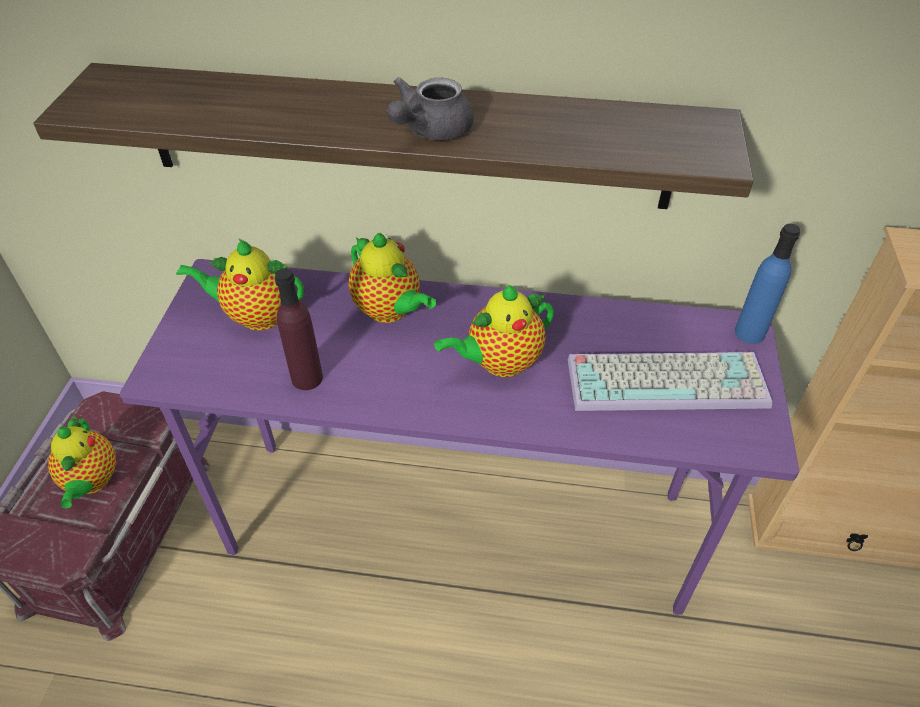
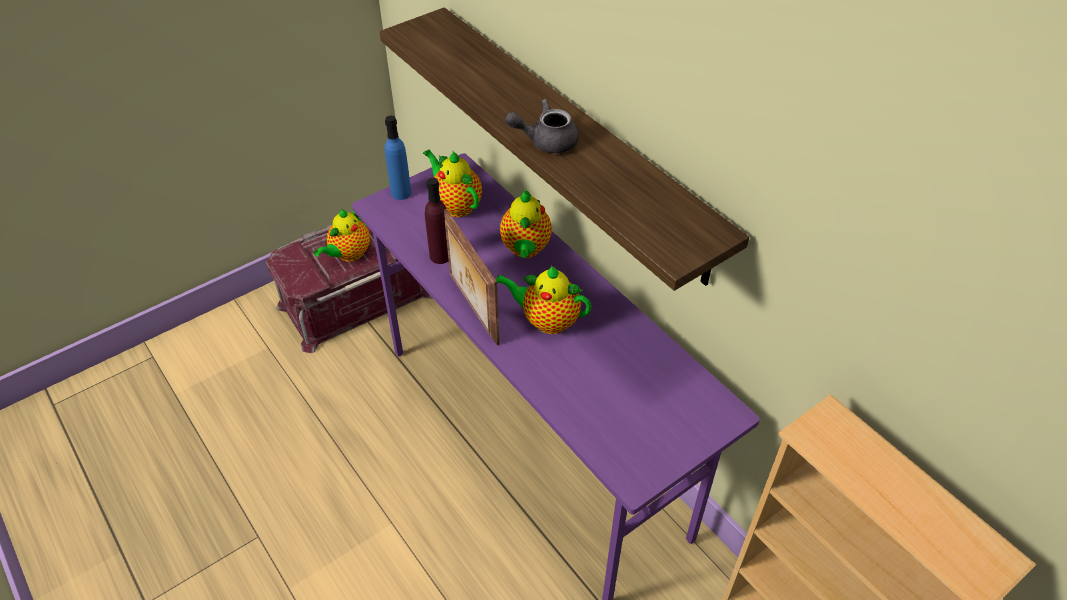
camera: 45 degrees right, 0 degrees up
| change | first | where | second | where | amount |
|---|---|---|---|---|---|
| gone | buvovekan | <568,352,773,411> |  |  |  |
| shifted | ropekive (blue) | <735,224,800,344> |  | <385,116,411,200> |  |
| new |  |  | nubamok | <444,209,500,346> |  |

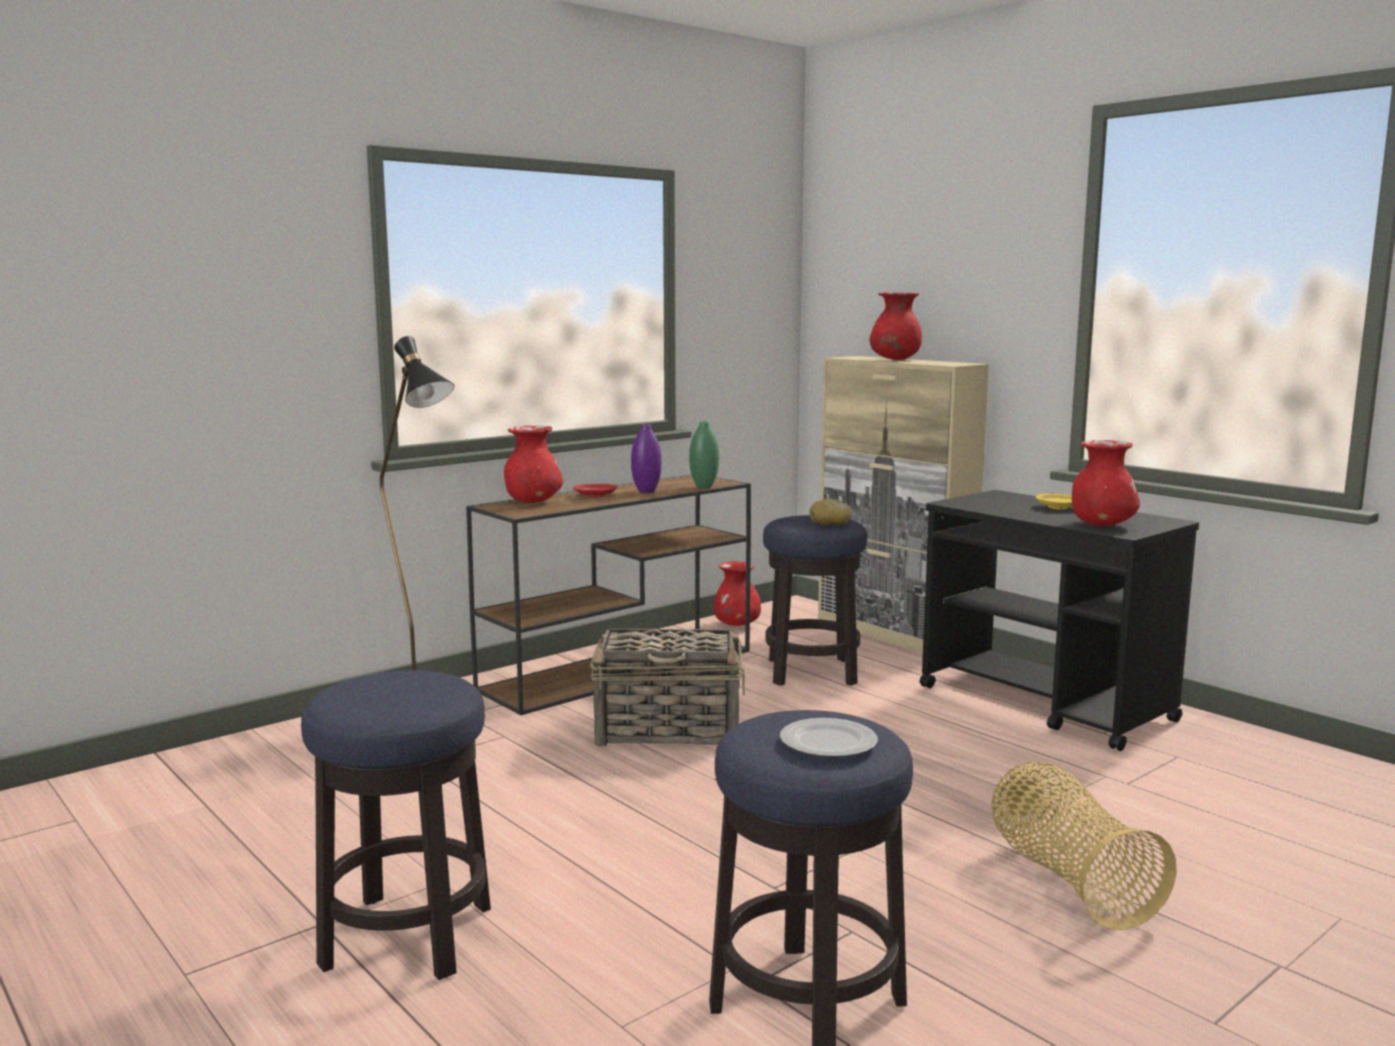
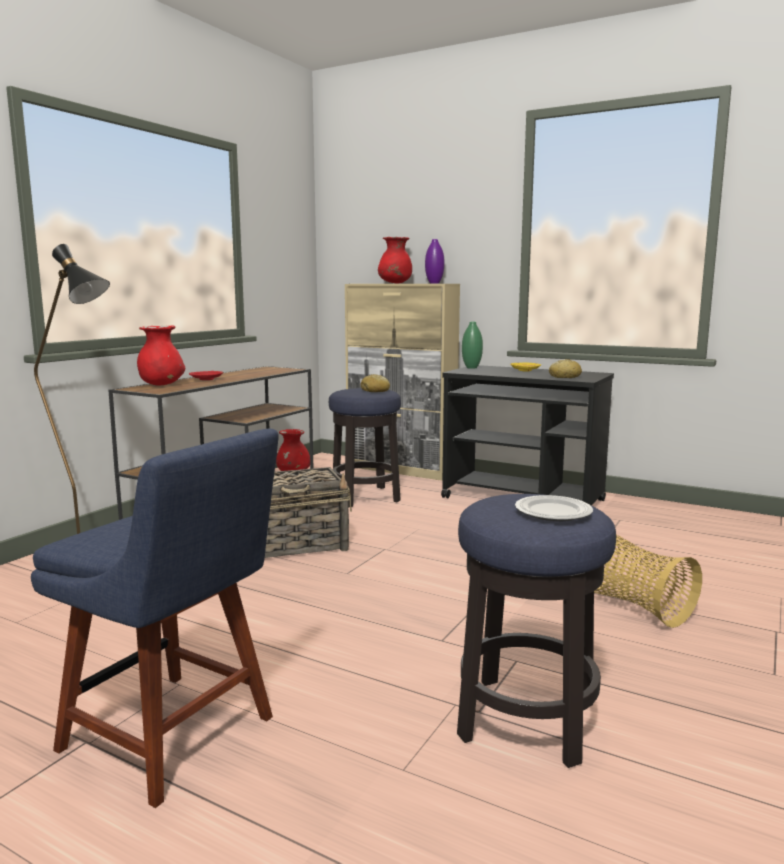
camera: 20 degrees left, 0 degrees up
| change | first | where | second | where | amount |
|---|---|---|---|---|---|
| swapped | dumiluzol | <301,670,491,980> | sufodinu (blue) | <31,429,279,808> |  |
| shifted | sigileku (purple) | <631,424,662,493> |  | <425,239,444,283> |  |
| shifted | sigileku (green) | <689,421,719,488> |  | <462,322,483,369> |  |
| swapped | sigileku (red) | <1072,440,1140,526> | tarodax | <549,359,582,378> |  |

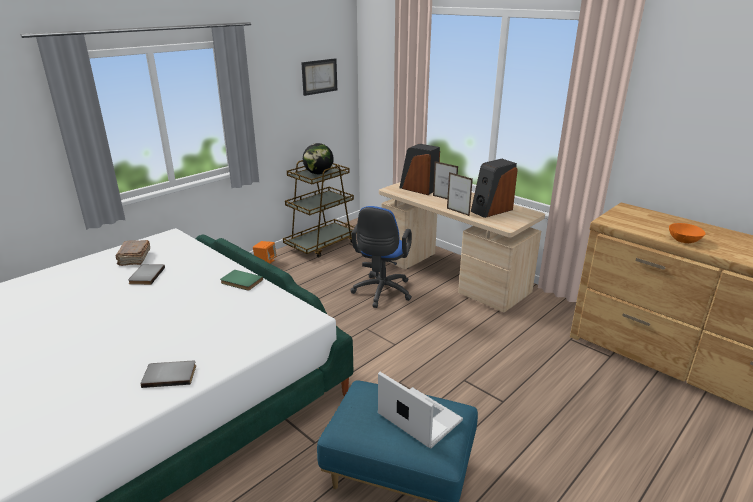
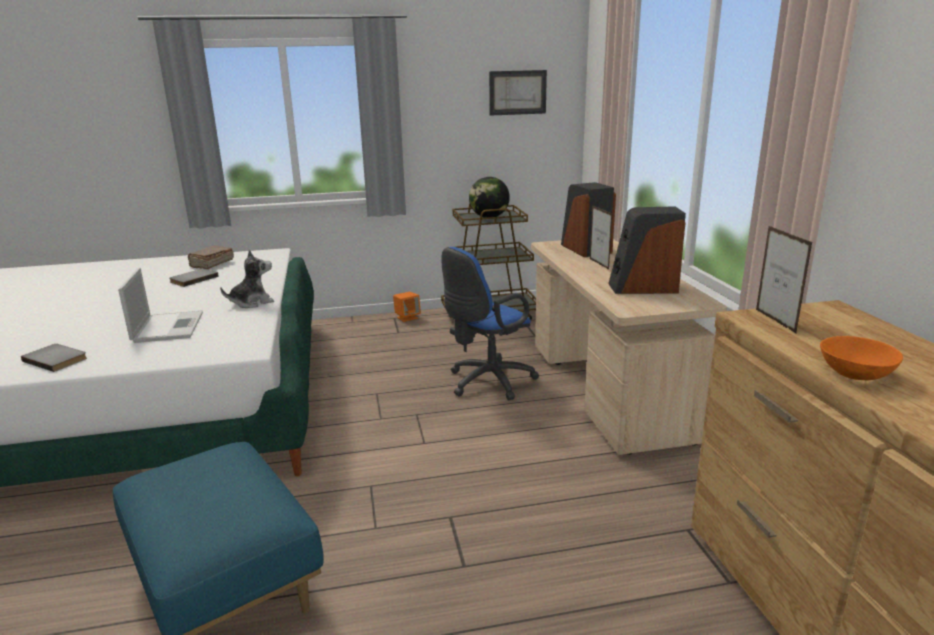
camera: 35 degrees right, 5 degrees down
| change | first | where | second | where | amount |
|---|---|---|---|---|---|
| swapped | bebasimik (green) | <220,270,263,291> | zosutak | <220,249,274,308> |  |
| shifted | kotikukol | <378,372,463,448> |  | <118,268,203,343> |  |
| shifted | nubamok | <447,172,473,216> |  | <756,226,813,334> |  |

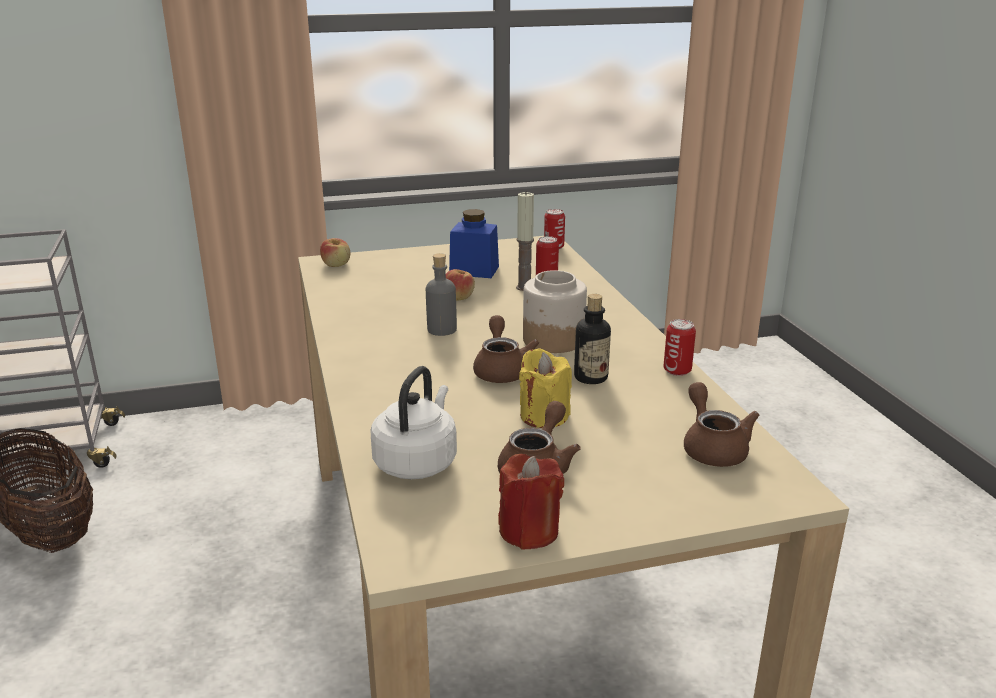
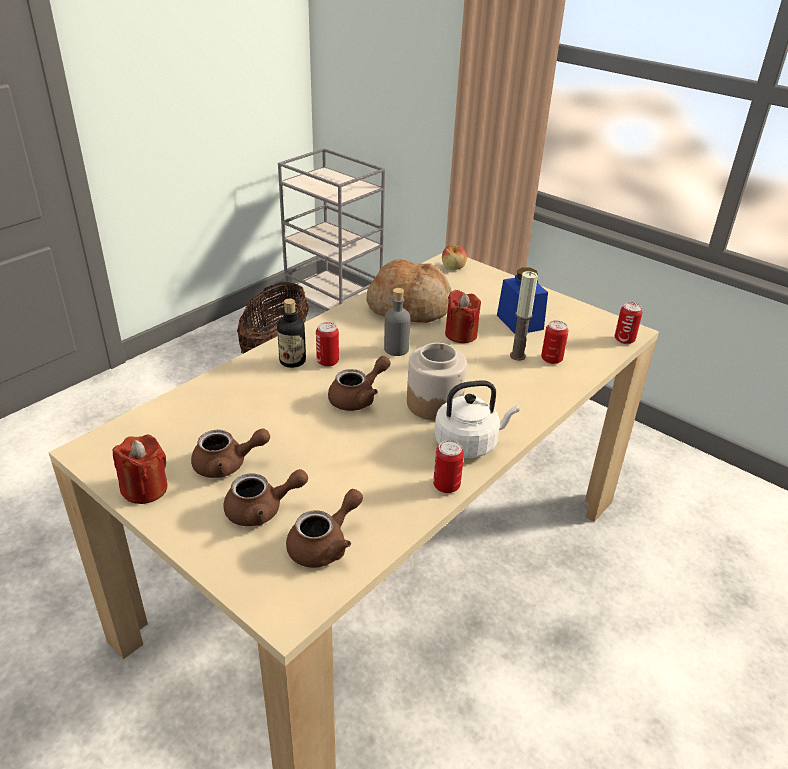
camera: 55 degrees right, 10 degrees up
| change | first | where | second | where | amount |
|---|---|---|---|---|---|
| shifted | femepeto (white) | <371,366,457,479> |  | <434,380,520,458> |  |
| swapped | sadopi | <446,269,475,300> | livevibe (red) | <445,290,481,343> |  |
| gone | livevibe (yellow) | <519,348,572,428> |  |  |  |
| shifted | ropekive | <574,294,611,384> |  | <277,299,306,368> |  |
| new |  |  | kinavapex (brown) | <224,469,308,526> |  |
| new |  |  | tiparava | <316,322,339,367> |  |
| new |  |  | tarodax | <367,259,452,323> |  |

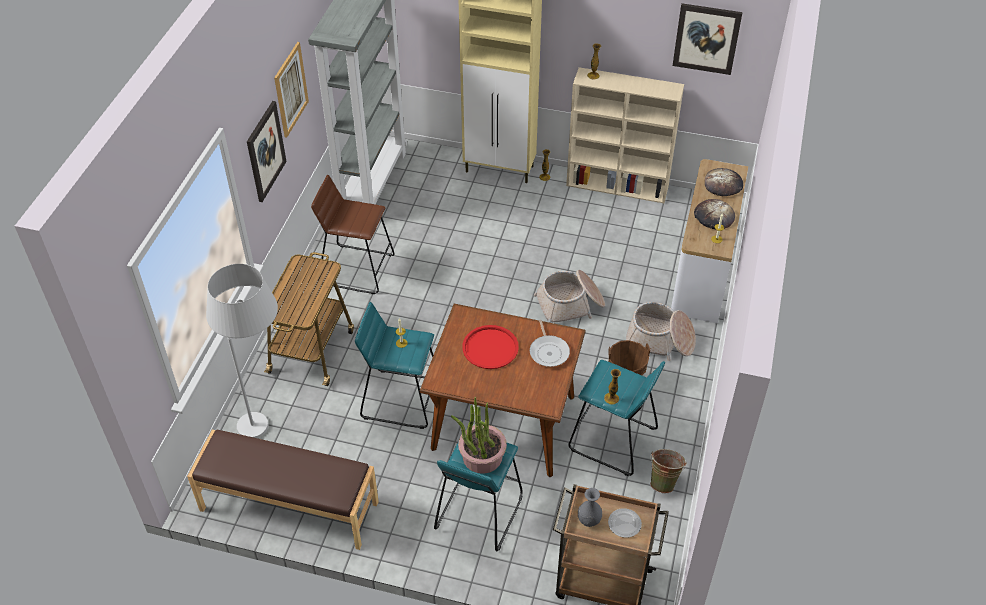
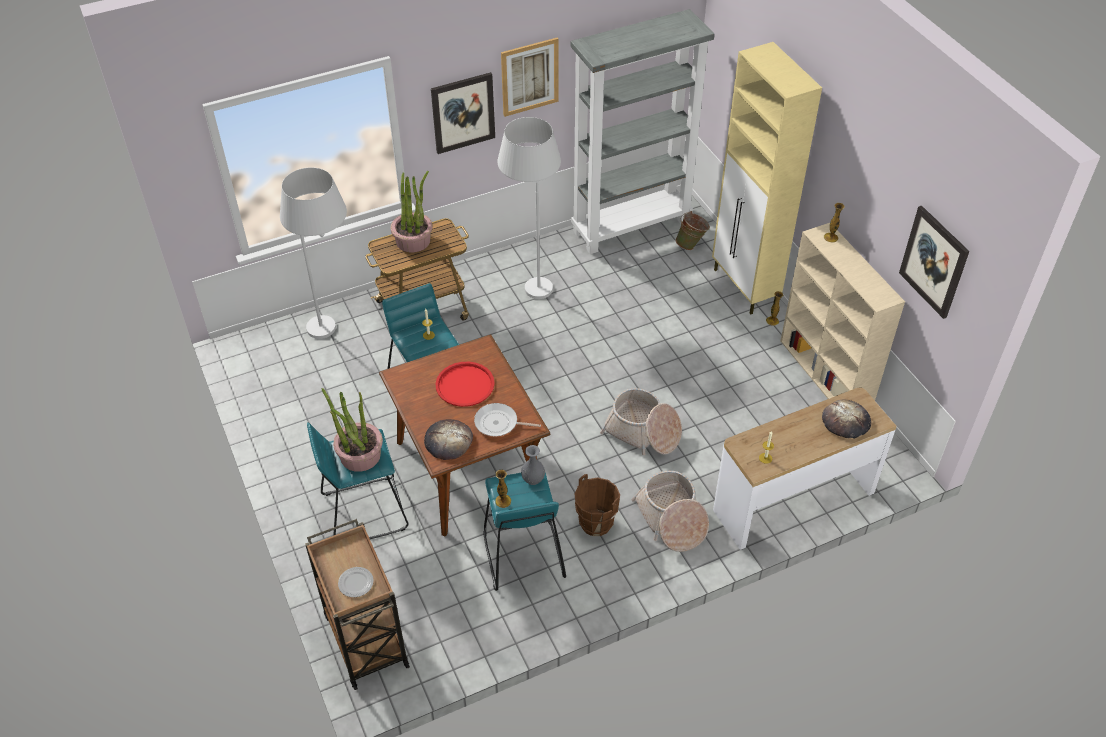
camera: 50 degrees right, 0 degrees up
| change | first | where | second | where | amount |
|---|---|---|---|---|---|
| gone | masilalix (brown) | <187,430,379,550> |  |  |  |
| swapped | dumiluzol (brown) | <311,175,395,294> | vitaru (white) | <498,117,561,299> |  |
| rotated | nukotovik | <530,320,570,367> |  | <474,403,541,436> | 60 degrees clockwise |
| shifted | sigileku (grey) | <578,488,602,527> |  | <521,445,545,485> |  |
| shifted | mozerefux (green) | <650,449,687,493> |  | <675,211,710,250> |  |
| shifted | tarodax | <694,199,735,229> |  | <424,419,473,460> |  |
| new |  |  | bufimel | <391,171,433,252> |  |

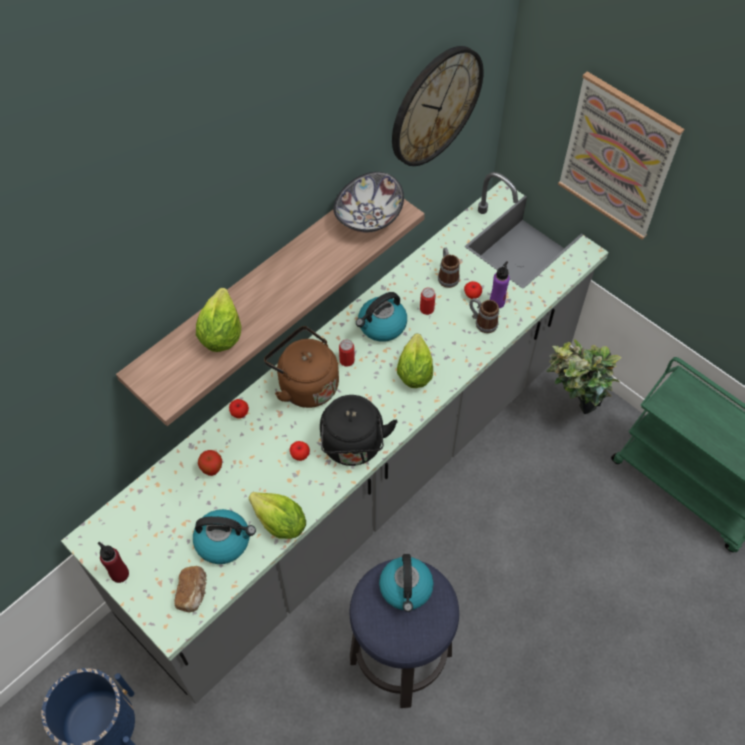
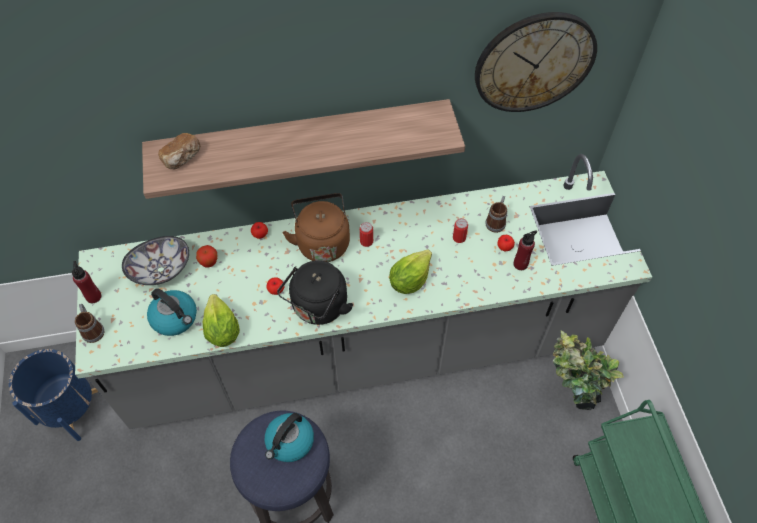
camera: 35 degrees right, 0 degrees up
| change | first | where | second | where | amount |
|---|---|---|---|---|---|
| shifted | tarodax | <175,566,207,612> |  | <158,133,201,169> |  |
| gone | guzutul | <196,288,241,352> |  |  |  |
| shifted | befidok | <333,172,404,233> |  | <122,236,189,285> |  |
| gone | femepeto | <356,292,407,342> |  |  |  |
| shifted | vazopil | <469,298,499,333> |  | <75,304,104,343> |  |
| repainted | ropekive (purple) | <490,261,510,308> | ropekive (red) | <513,231,537,270> |  |
| gone | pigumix | <558,71,684,240> |  |  |  |

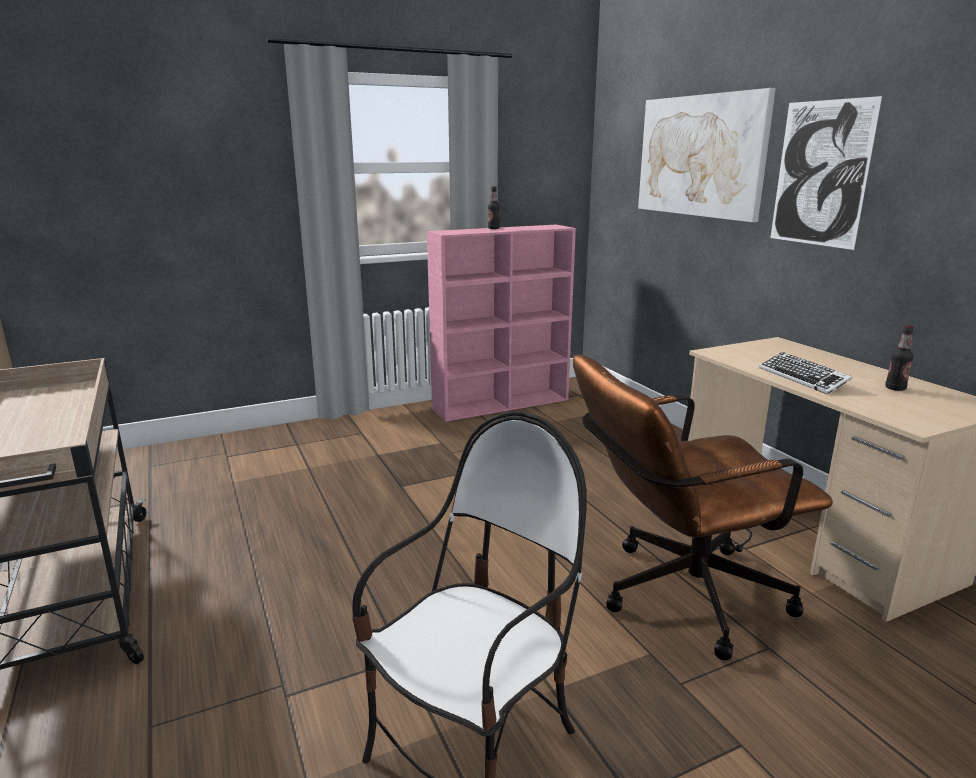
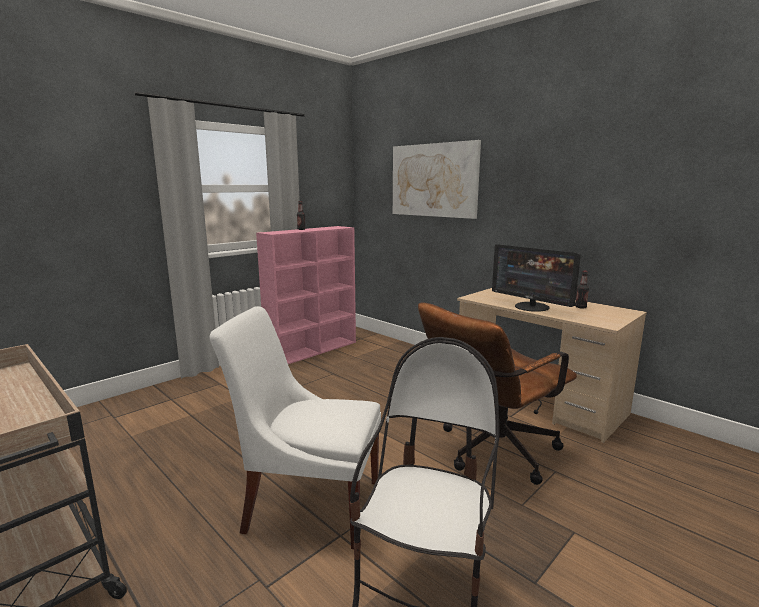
camera: 20 degrees left, 5 degrees down
| change | first | where | second | where | amount |
|---|---|---|---|---|---|
| swapped | buvovekan | <759,352,852,394> | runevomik | <492,244,581,312> |  |
| gone | pigumix | <770,96,882,250> |  |  |  |
| new |  |  | sufodinu (white) | <210,306,381,549> |  |

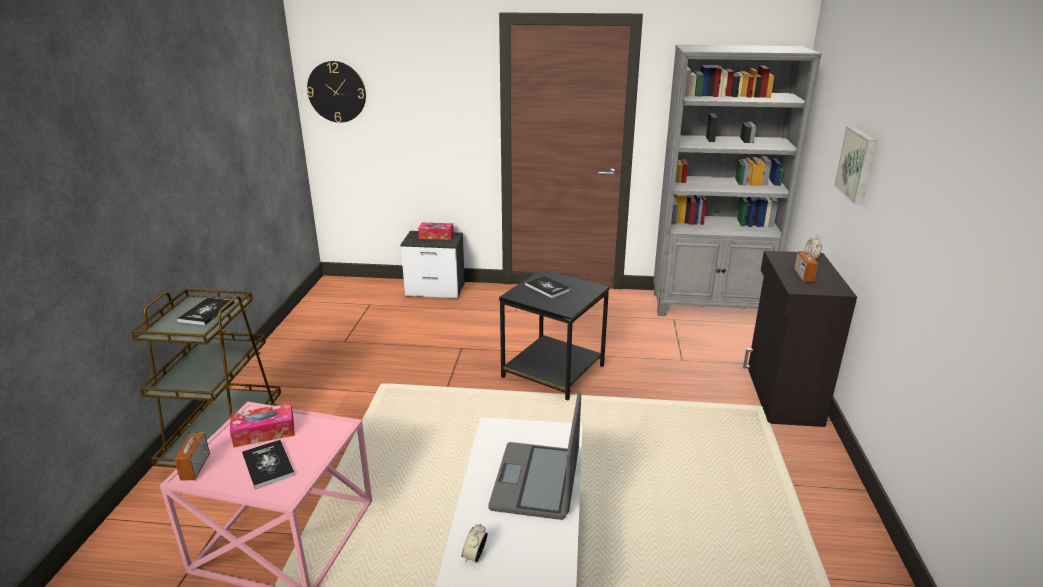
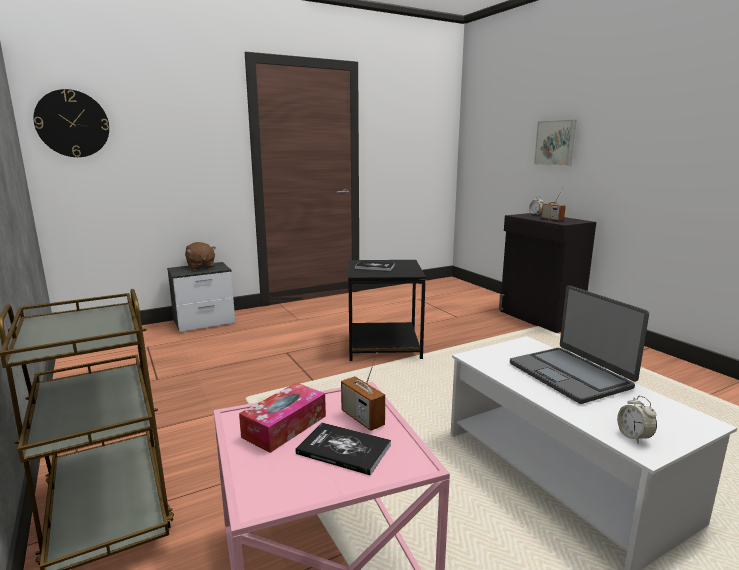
camera: 35 degrees left, 10 degrees down
| change | first | where | second | where | amount |
|---|---|---|---|---|---|
| shifted | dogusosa | <174,424,210,481> |  | <341,352,385,431> |  |
| gone | bebasimik | <177,298,234,325> |  |  |  |
| swapped | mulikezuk | <418,223,454,240> | zosutak (brown) | <185,242,216,270> |  |
| gone | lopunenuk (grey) | <654,45,822,316> |  |  |  |

